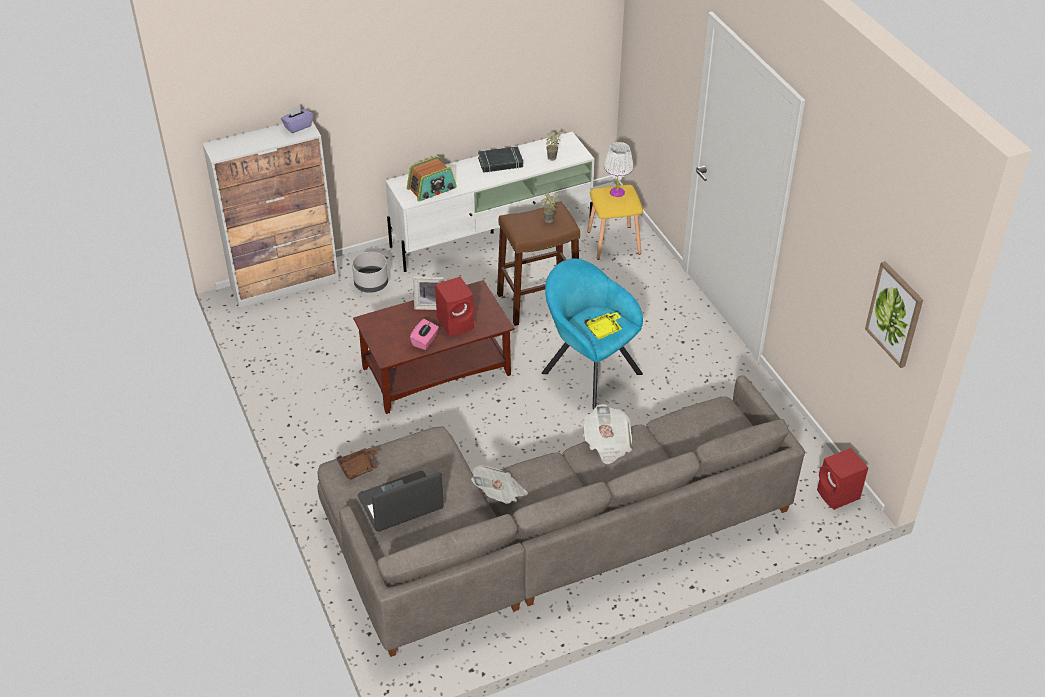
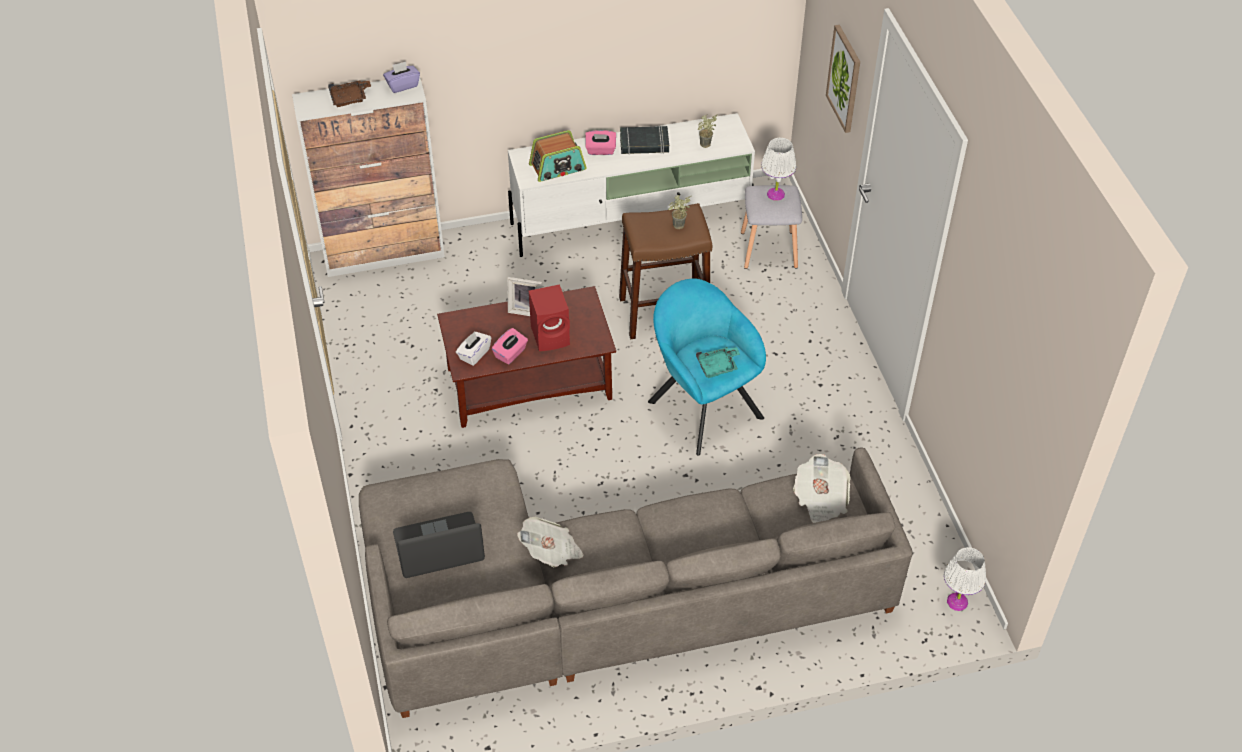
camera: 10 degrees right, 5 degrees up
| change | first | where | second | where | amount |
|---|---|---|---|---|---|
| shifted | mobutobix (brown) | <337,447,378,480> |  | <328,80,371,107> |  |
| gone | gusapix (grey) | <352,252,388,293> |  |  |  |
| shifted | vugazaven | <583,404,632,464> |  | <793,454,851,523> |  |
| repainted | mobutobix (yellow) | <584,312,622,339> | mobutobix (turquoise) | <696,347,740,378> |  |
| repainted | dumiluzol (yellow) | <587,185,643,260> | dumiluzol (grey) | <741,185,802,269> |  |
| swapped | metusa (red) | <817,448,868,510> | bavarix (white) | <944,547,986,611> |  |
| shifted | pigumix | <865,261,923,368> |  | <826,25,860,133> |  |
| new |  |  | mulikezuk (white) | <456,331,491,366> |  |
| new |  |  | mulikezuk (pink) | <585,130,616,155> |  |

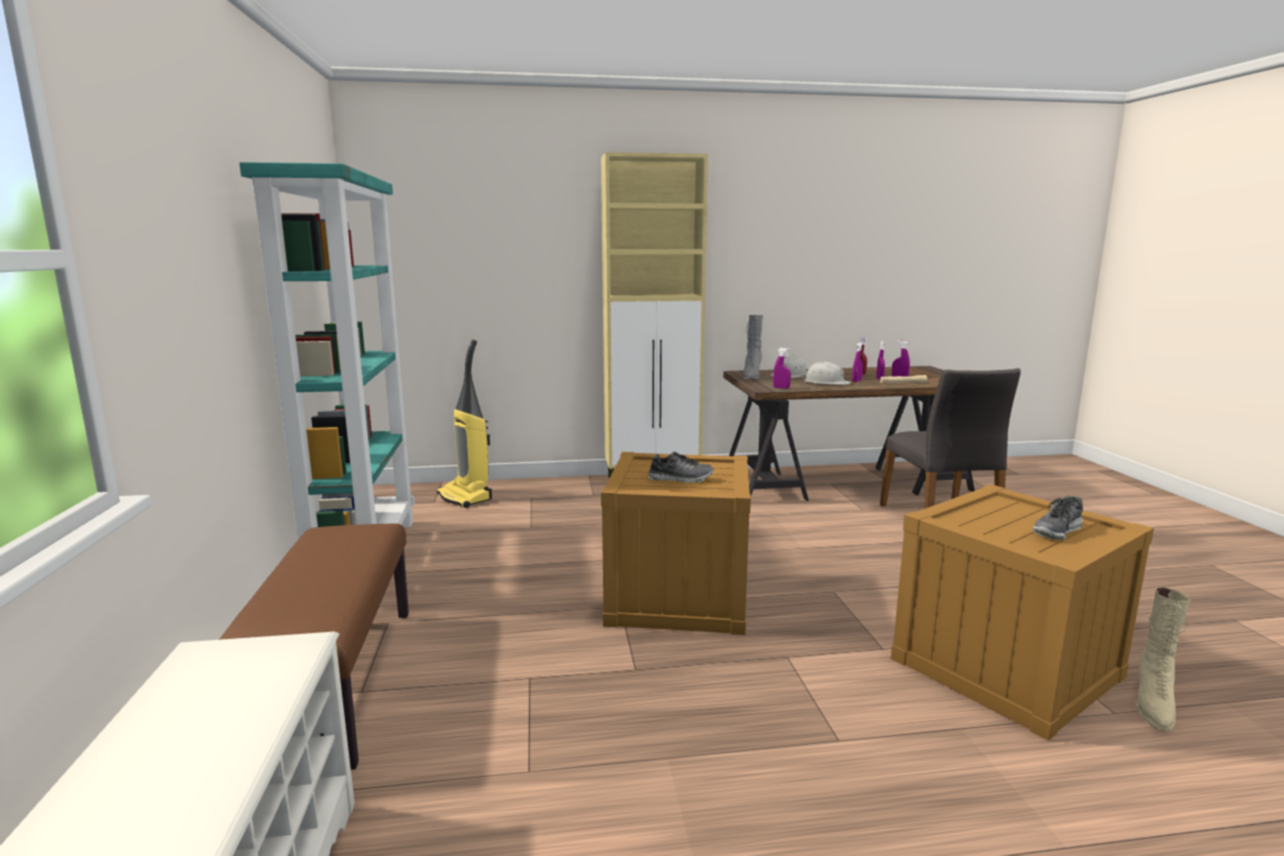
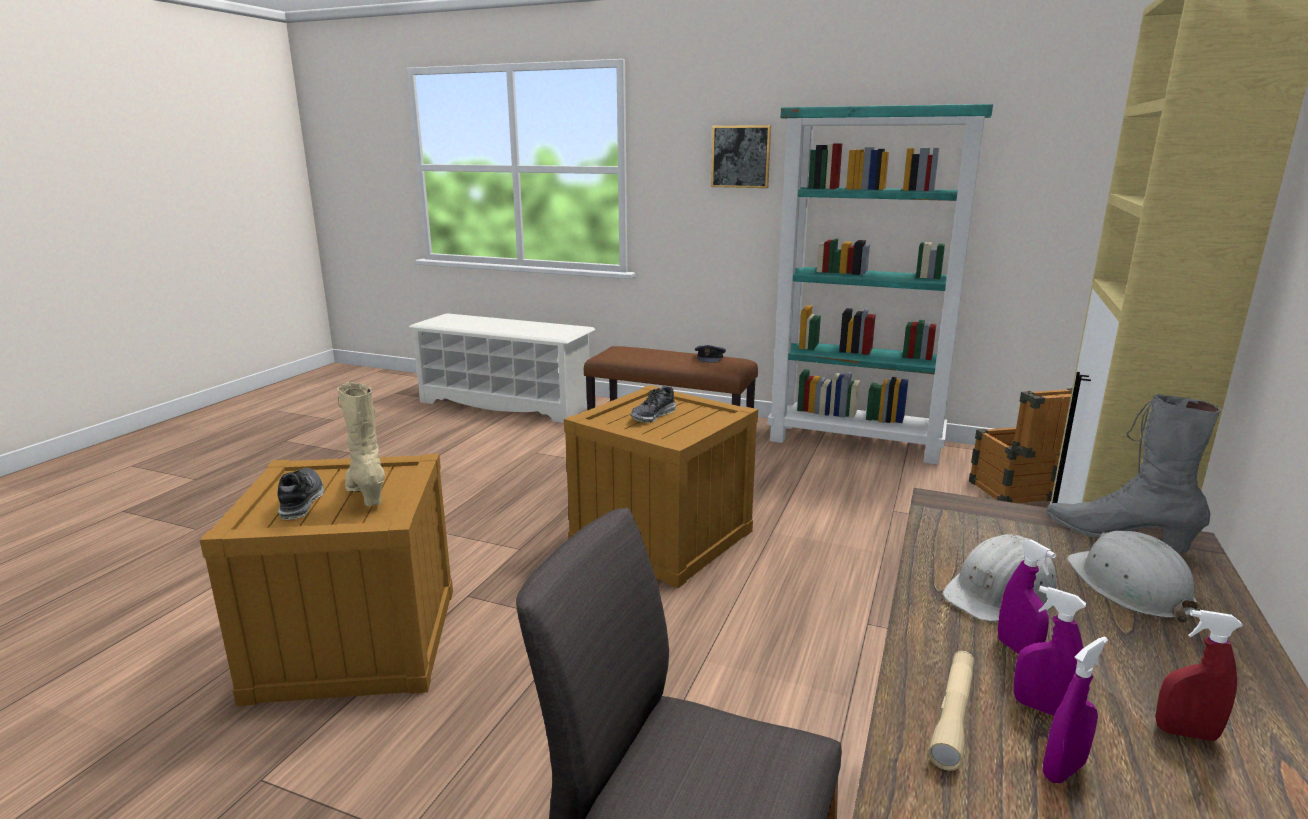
camera: 120 degrees right, 5 degrees up
| change | first | where | second | where | amount |
|---|---|---|---|---|---|
| swapped | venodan | <437,339,492,508> | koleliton | <969,388,1072,503> |  |
| gone | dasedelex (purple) | <773,348,791,389> |  |  |  |
| shifted | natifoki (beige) | <1136,587,1190,731> |  | <337,382,385,506> |  |
| new |  |  | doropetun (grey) | <695,345,726,363> |  |
| new |  |  | pigumix | <711,125,771,188> |  |

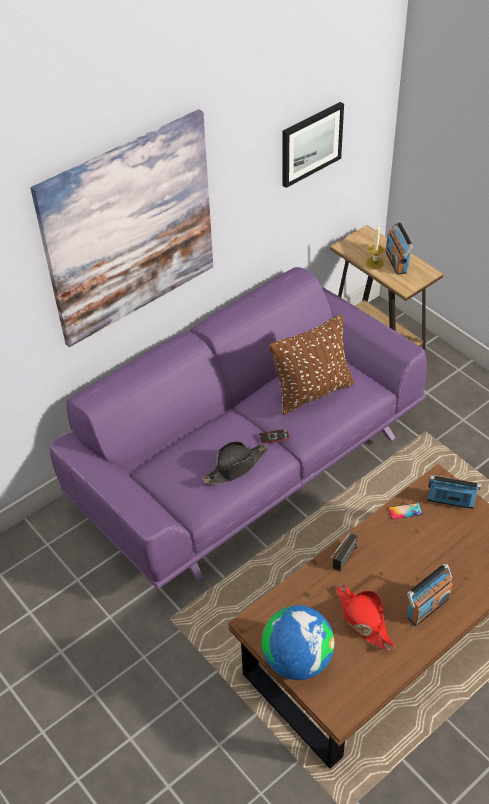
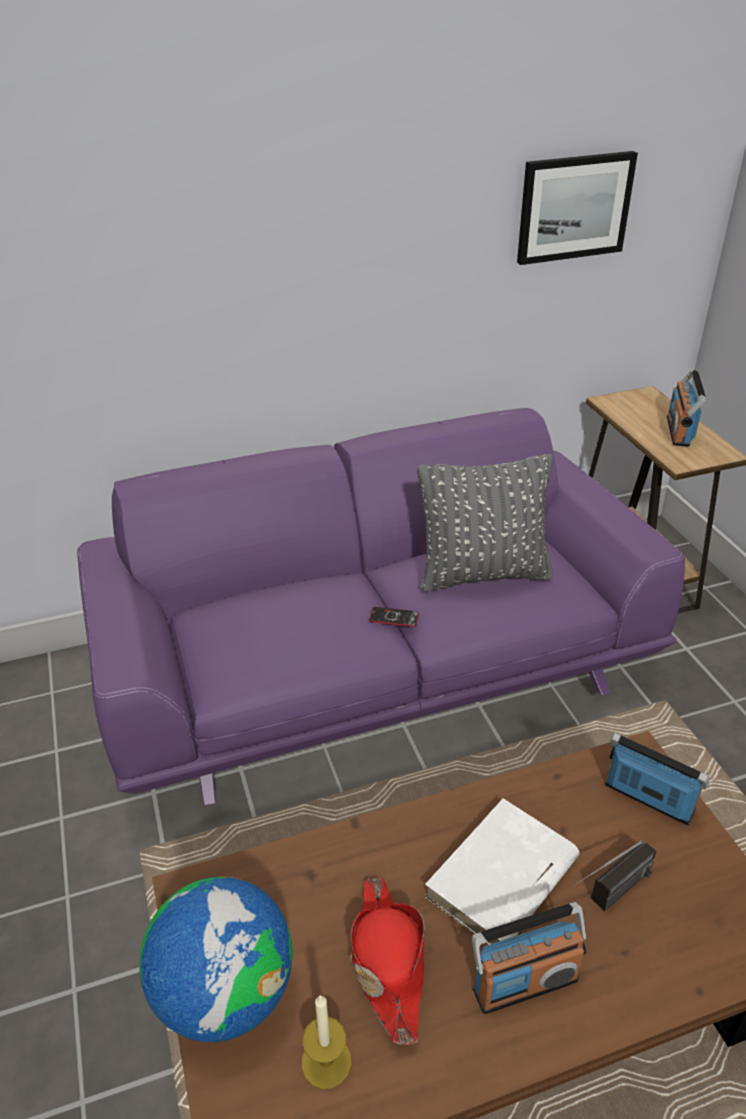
camera: 20 degrees right, 10 degrees down
| change | first | where | second | where | amount |
|---|---|---|---|---|---|
| gone | pigumix | <31,109,213,347> |  |  |  |
| gone | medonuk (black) | <202,441,268,485> |  |  |  |
| repainted | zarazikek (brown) | <269,314,354,415> | zarazikek (grey) | <417,454,553,592> |  |
| shifted | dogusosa | <325,533,358,572> |  | <573,840,656,911> |  |
| shifted | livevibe | <366,225,384,269> |  | <302,995,352,1089> |  |
| gone | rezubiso | <388,503,423,519> |  |  |  |
| new |  |  | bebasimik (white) | <424,798,579,945> |  |

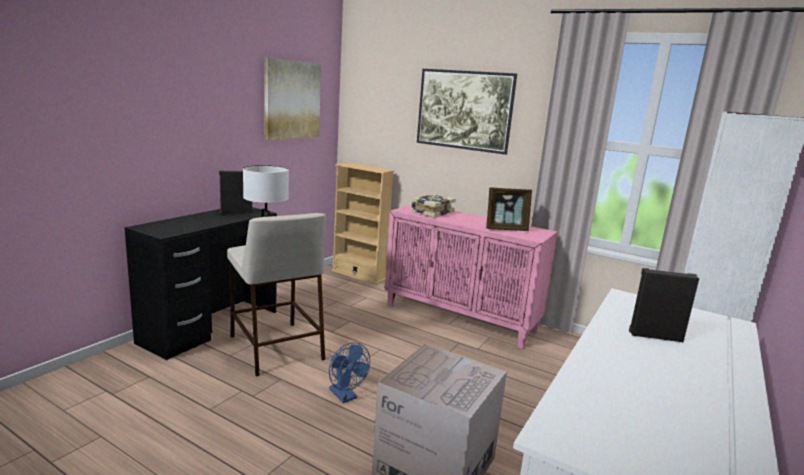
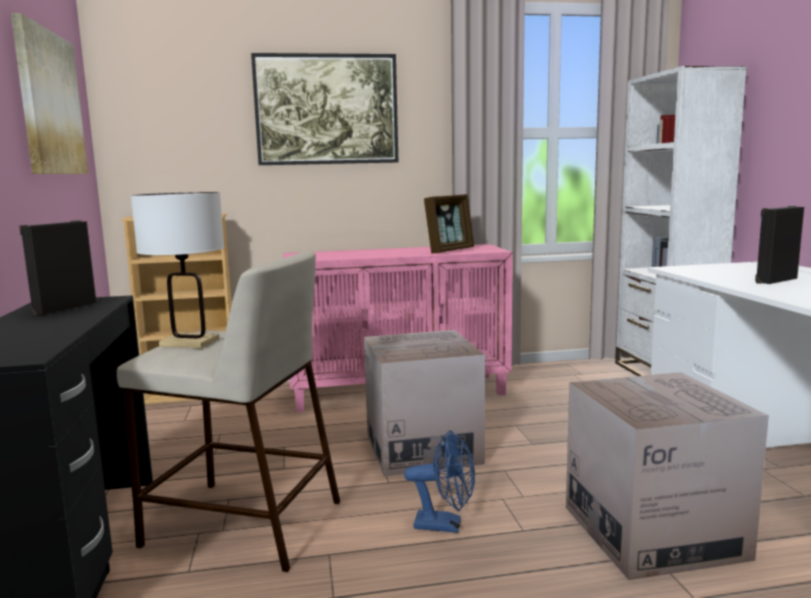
camera: 40 degrees left, 5 degrees down
| change | first | where | second | where | amount |
|---|---|---|---|---|---|
| gone | bebasimik | <411,194,456,218> |  |  |  |
| new |  |  | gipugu | <364,330,485,477> |  |

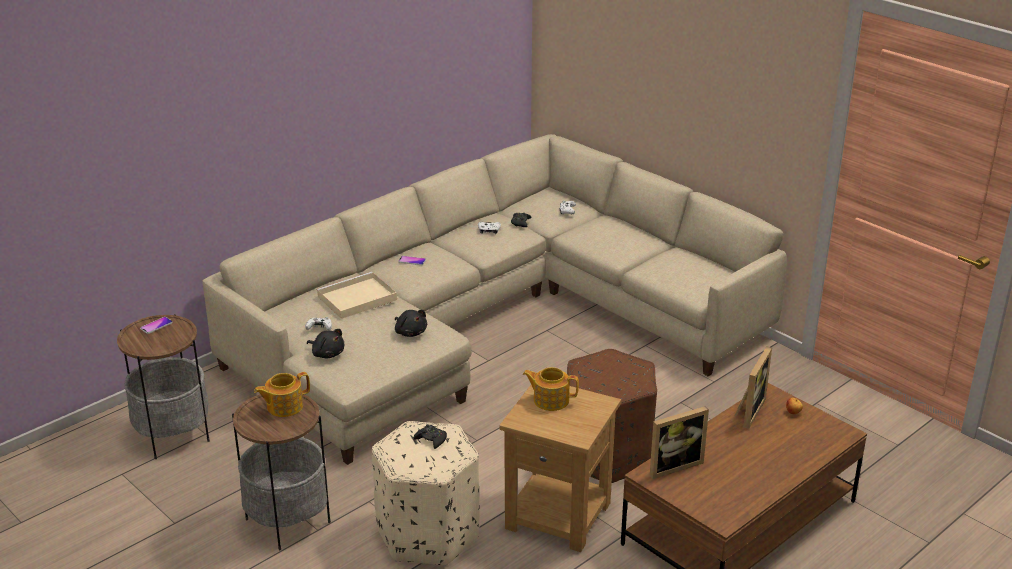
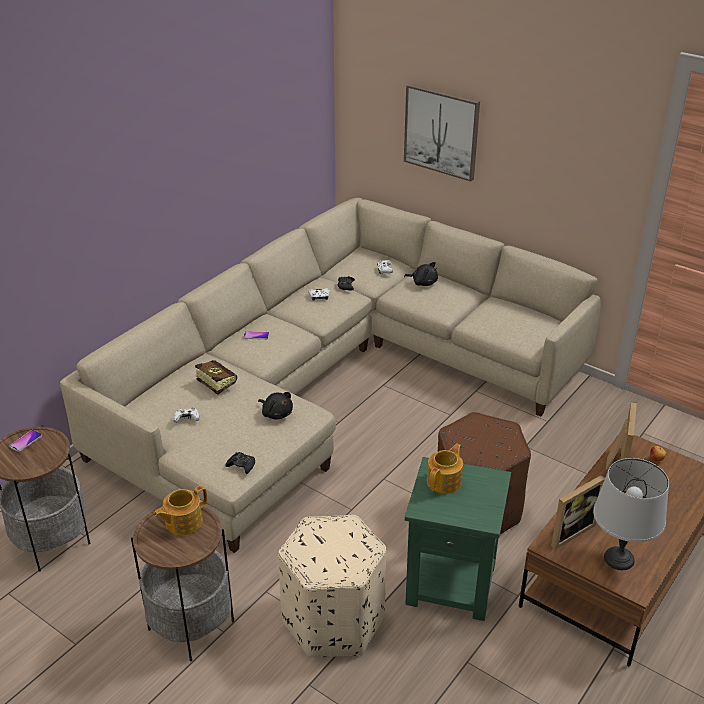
camera: 10 degrees left, 5 degrees up
| change | first | where | second | where | amount |
|---|---|---|---|---|---|
| shifted | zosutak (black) | <307,329,344,358> |  | <404,262,438,286> |  |
| swapped | mobutobix (beige) | <316,272,397,319> | bebasimik | <195,360,237,395> |  |
| shifted | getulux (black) | <413,424,447,449> |  | <225,452,255,474> |  |
| repainted | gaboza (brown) | <499,385,621,552> | gaboza (green) | <405,457,511,621> |  |
| rotated | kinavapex | <523,367,579,411> |  | <427,443,463,494> | 120 degrees clockwise |
| new |  |  | pigumix | <404,84,480,182> |  |
| new |  |  | bavarix (grey) | <593,458,669,570> |  |

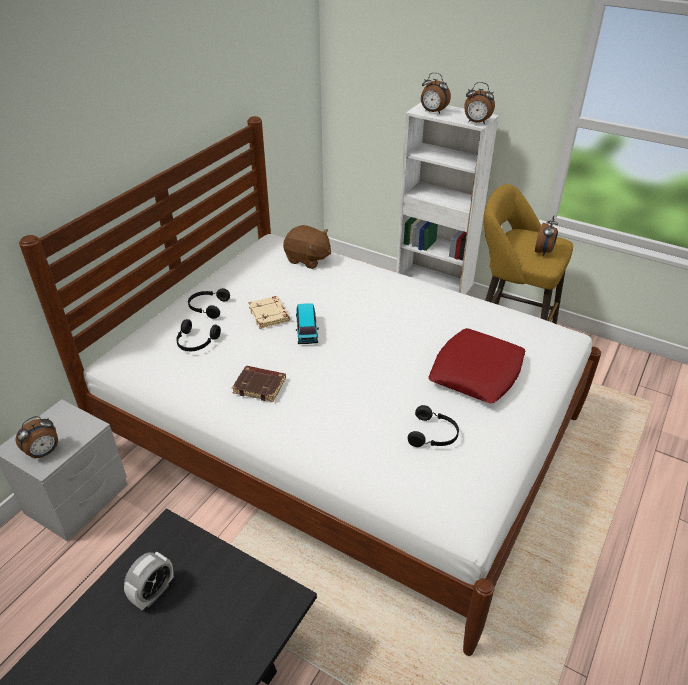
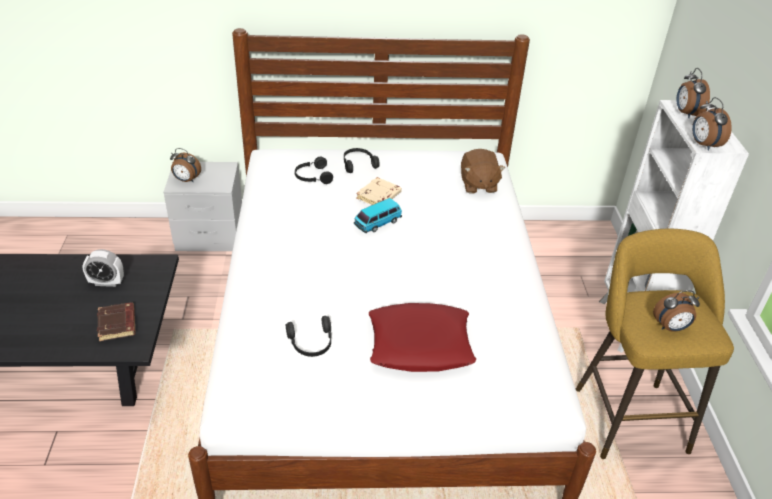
camera: 55 degrees right, 0 degrees up
| change | first | where | second | where | amount |
|---|---|---|---|---|---|
| shifted | bebasimik (brown) | <232,366,286,402> |  | <97,303,136,341> |  |

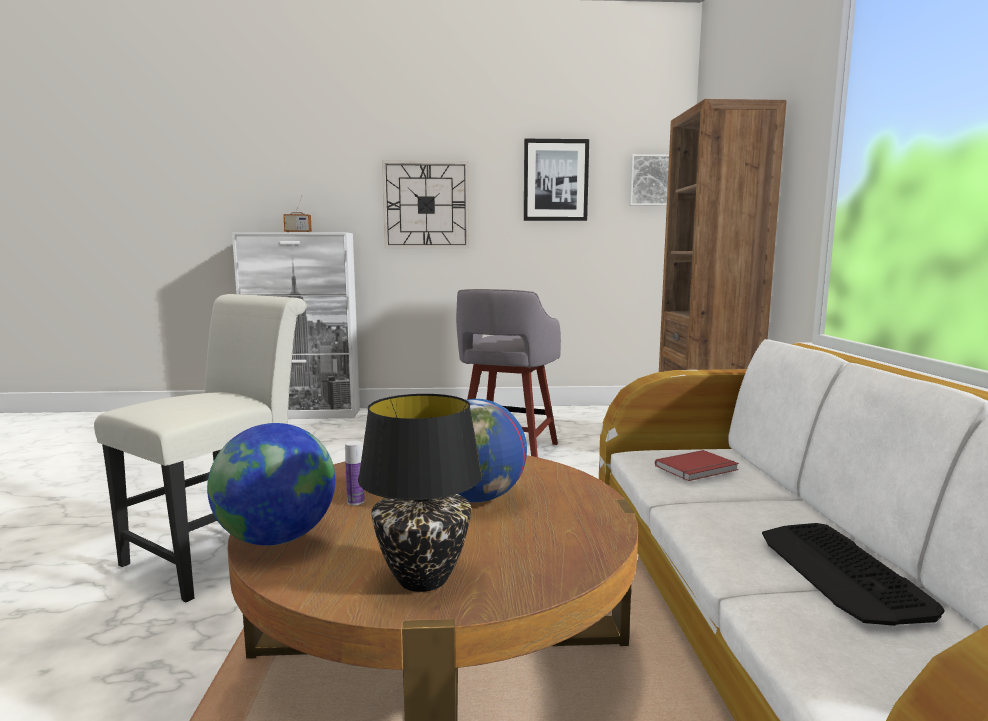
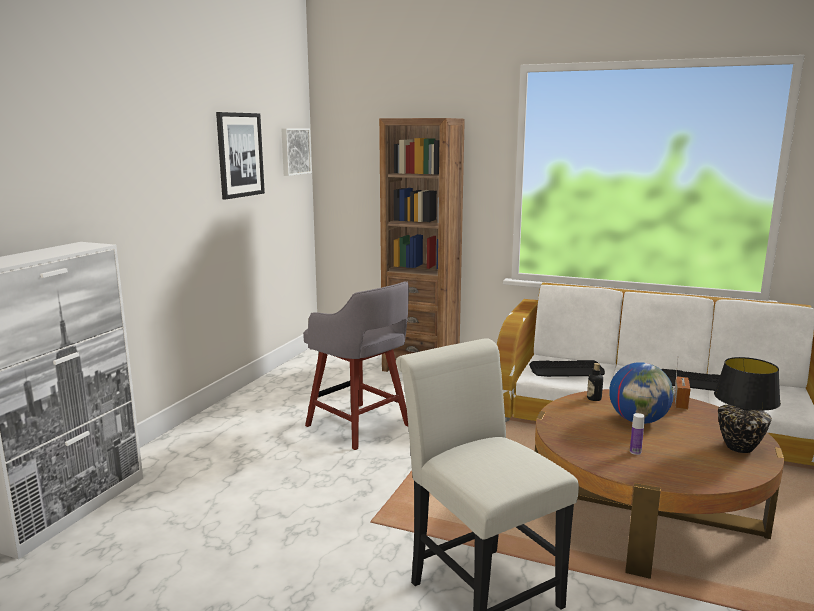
camera: 65 degrees left, 5 degrees up
| change | first | where | second | where | amount |
|---|---|---|---|---|---|
| gone | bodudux | <207,423,335,546> |  |  |  |
| shifted | dogusosa | <283,199,312,232> |  | <674,357,690,409> |  |
| gone | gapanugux | <382,160,469,248> |  |  |  |
| swapped | bebasimik (red) | <655,450,739,481> | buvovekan | <529,360,605,377> |  |
| new |  |  | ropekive | <587,363,603,401> |  |

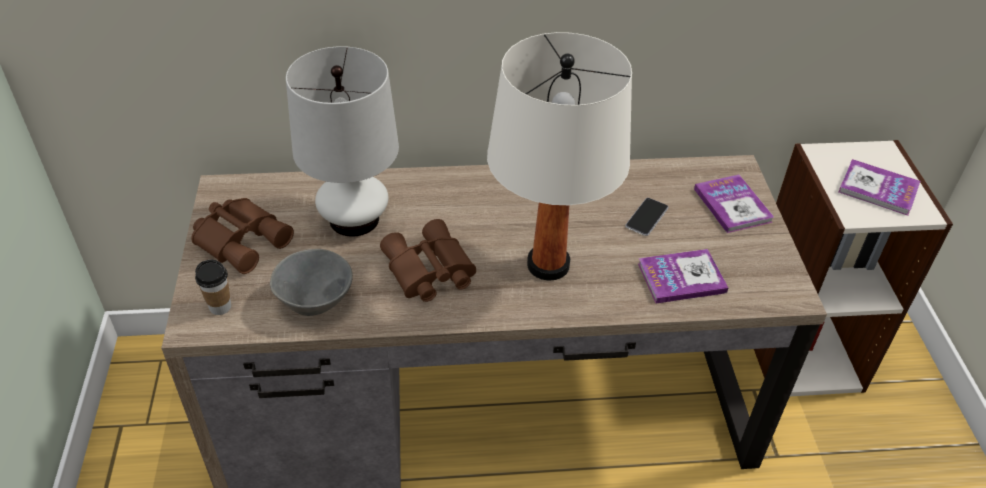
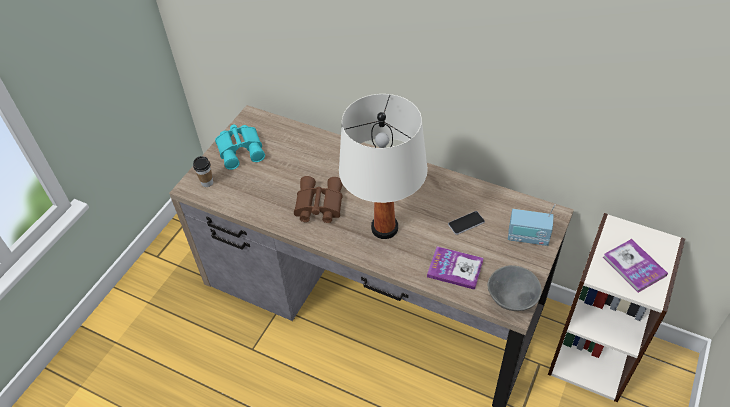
camera: 35 degrees right, 5 degrees up
| change | first | where | second | where | amount |
|---|---|---|---|---|---|
| repainted | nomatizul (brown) | <191,198,294,274> | nomatizul (turquoise) | <215,124,265,170> |  |
| shifted | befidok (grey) | <270,249,353,316> |  | <487,265,542,311> |  |
| gone | bavarix (white) | <286,46,399,237> |  |  |  |
| swapped | bebasimik | <694,175,774,233> | dogusosa | <508,204,556,246> |  |

